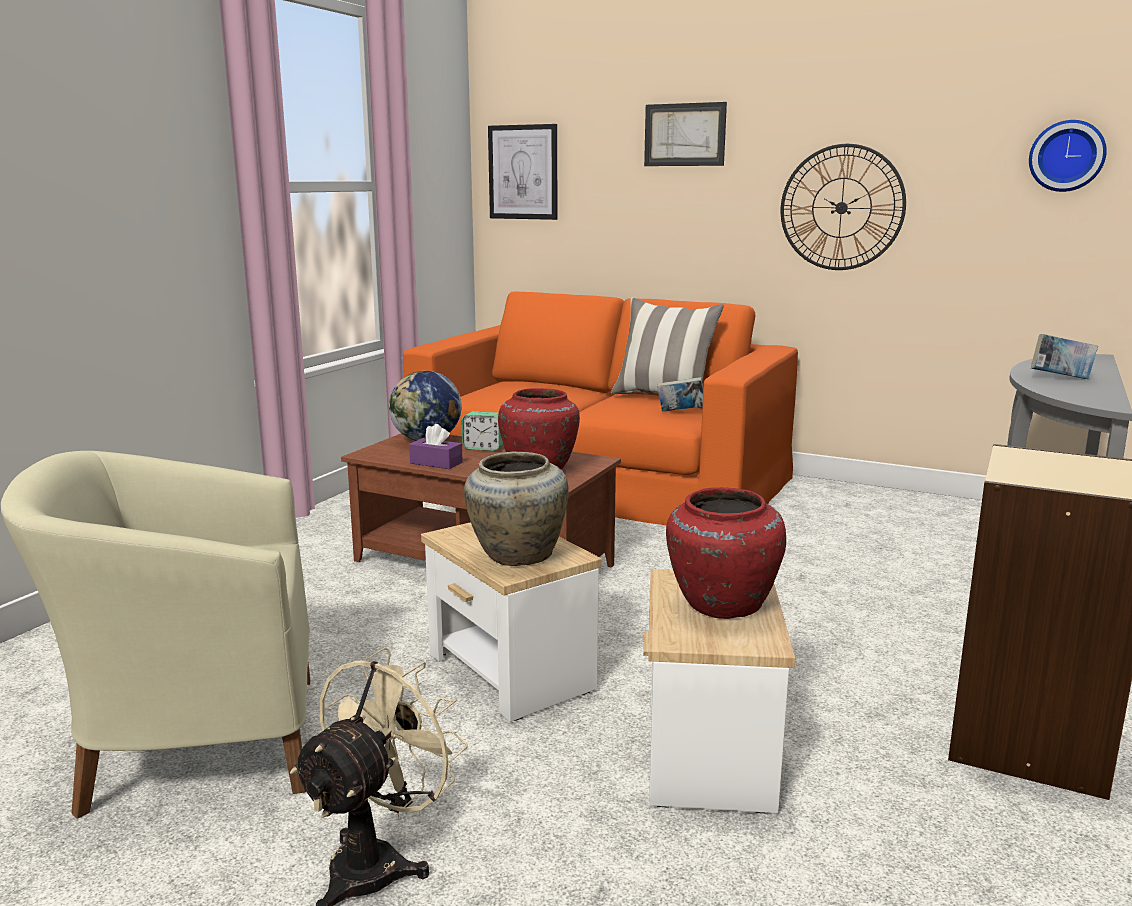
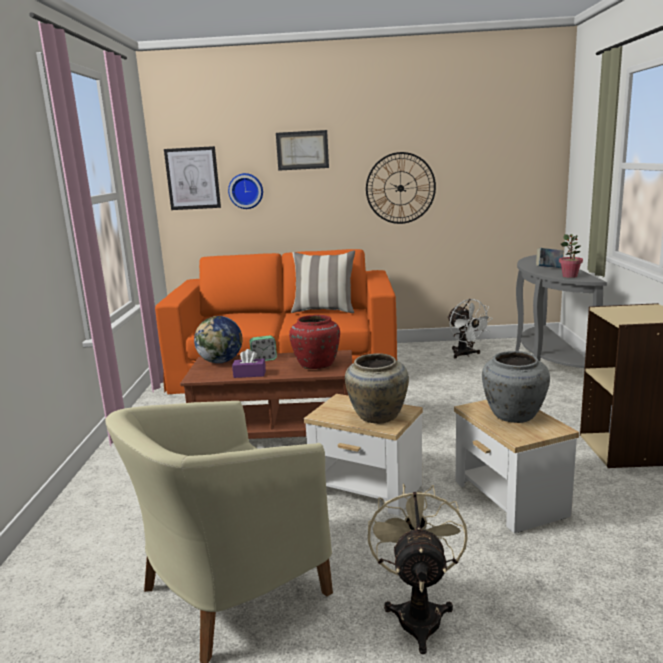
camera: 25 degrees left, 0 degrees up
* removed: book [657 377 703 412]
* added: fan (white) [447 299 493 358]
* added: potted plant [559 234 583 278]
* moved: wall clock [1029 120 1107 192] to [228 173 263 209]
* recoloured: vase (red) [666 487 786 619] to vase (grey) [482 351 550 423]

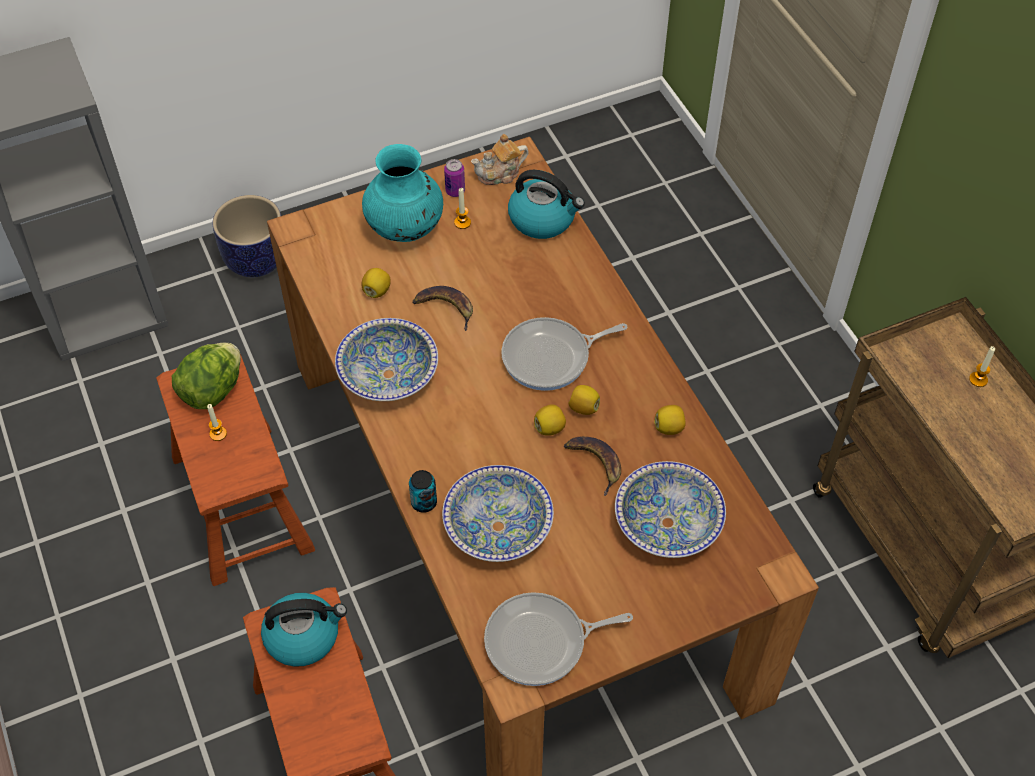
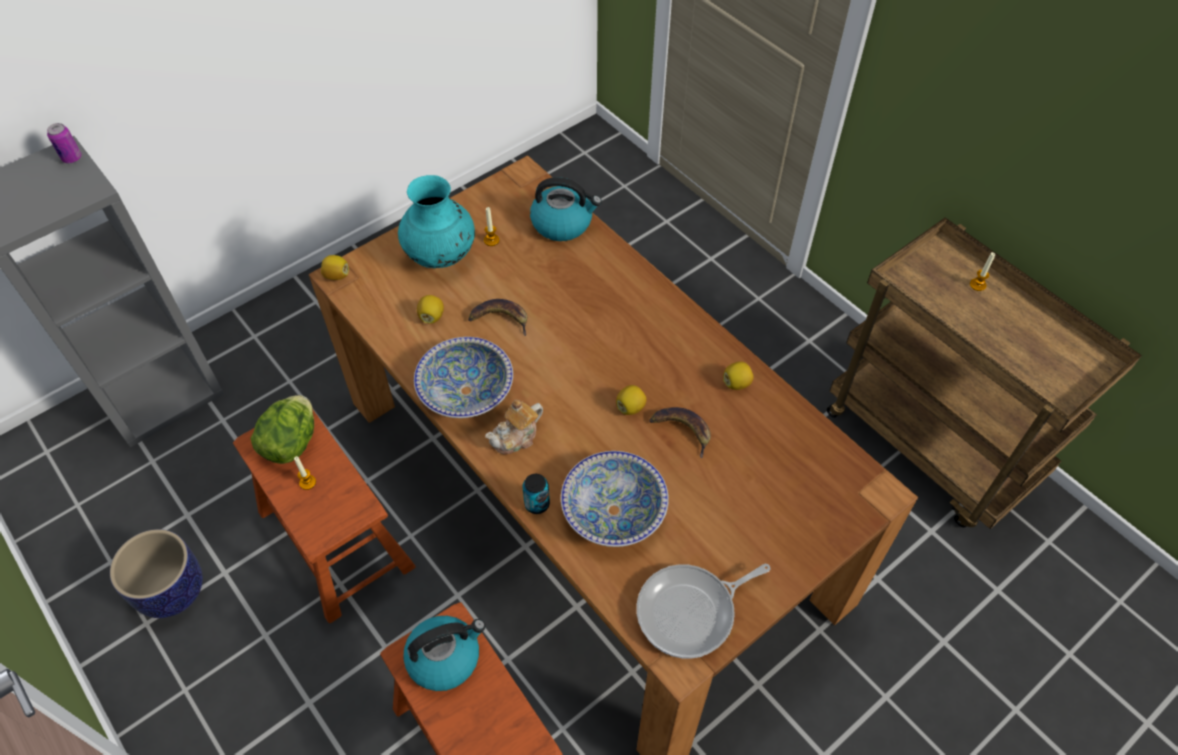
camera: 15 degrees left, 0 degrees up
* removed: frying pan [501 317 627 391]
* removed: bowl [615 461 726 558]
* moved: planter [212 195 281 277] to [110 529 203 618]
* moved: can [444 159 465 197] to [47 123 82 163]
* moved: teapot [471 134 529 185] to [485 400 543 454]
* moved: lemon [569 385 600 415] to [321 255 349 280]

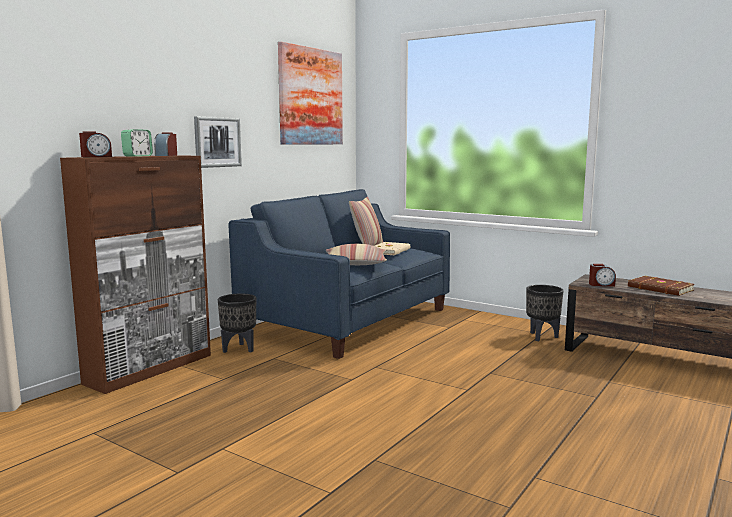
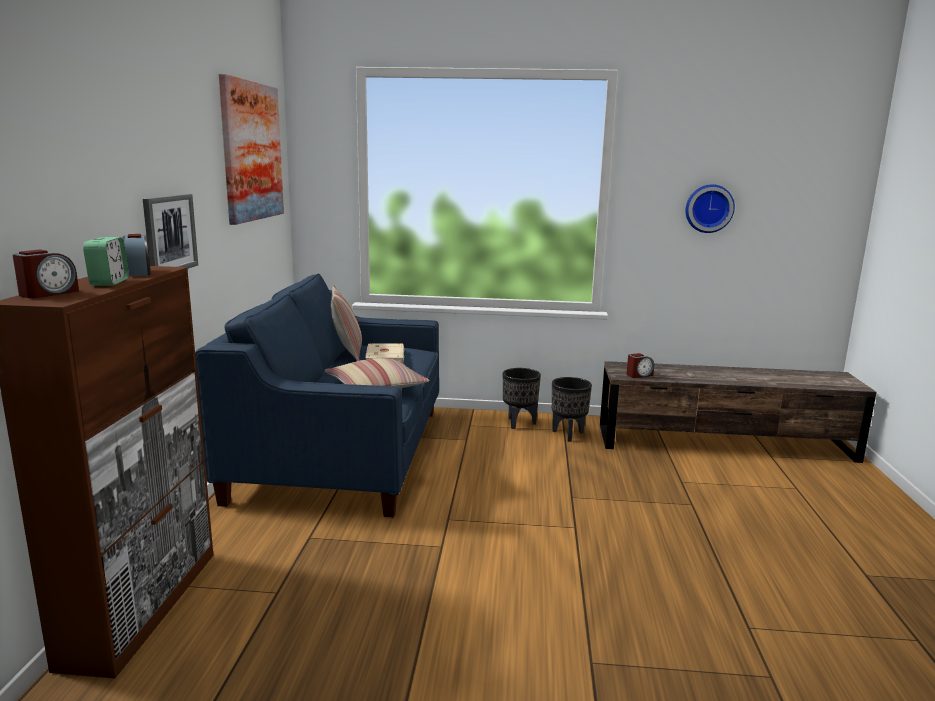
camera: 30 degrees left, 5 degrees up
* removed: book (brown) [628 276 695 296]
* added: wall clock [685 184 735 233]
* moved: planter (black) [218 294 256 353] to [503 368 541 429]

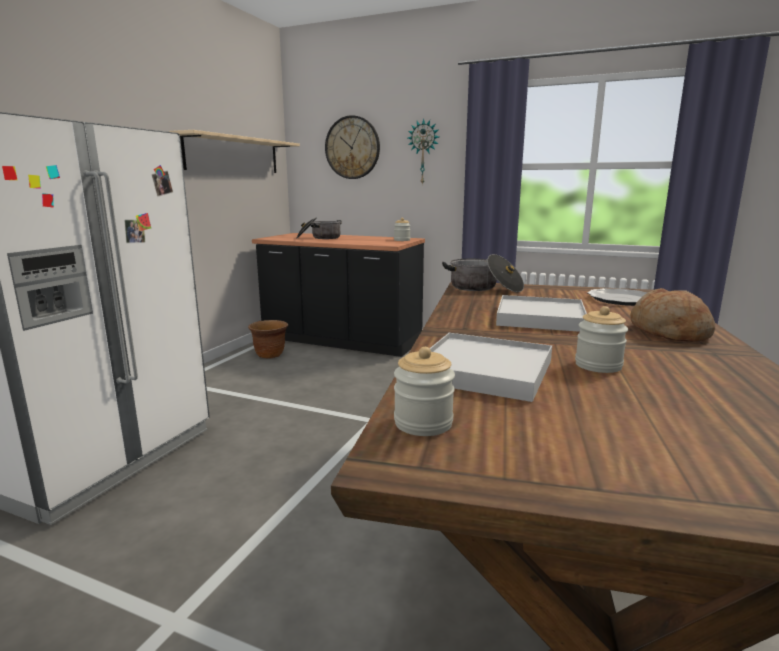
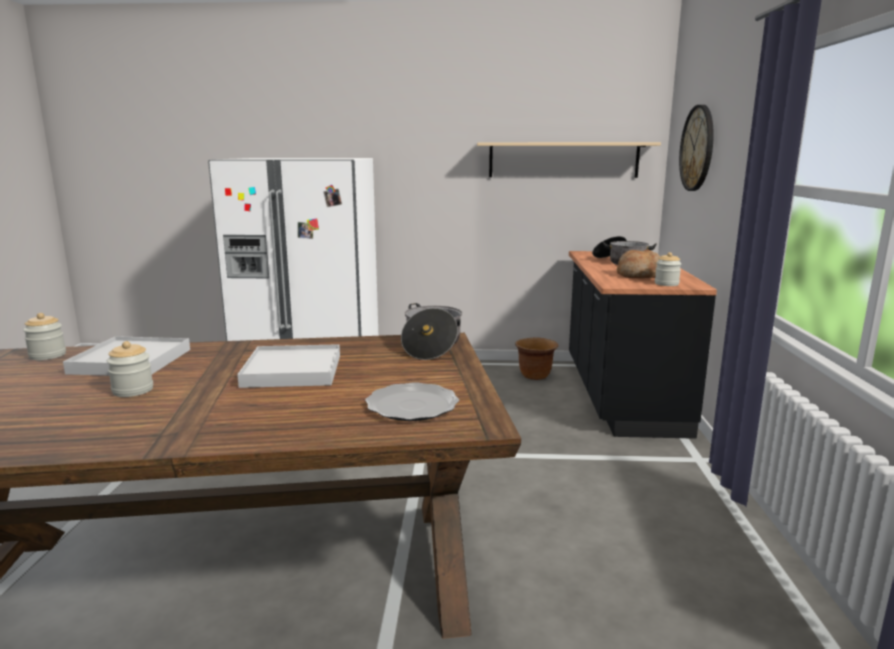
camera: 70 degrees right, 0 degrees up
* removed: wall clock [408 119 439 185]
* moved: bread [630 288 715 342] to [616 250 661 278]

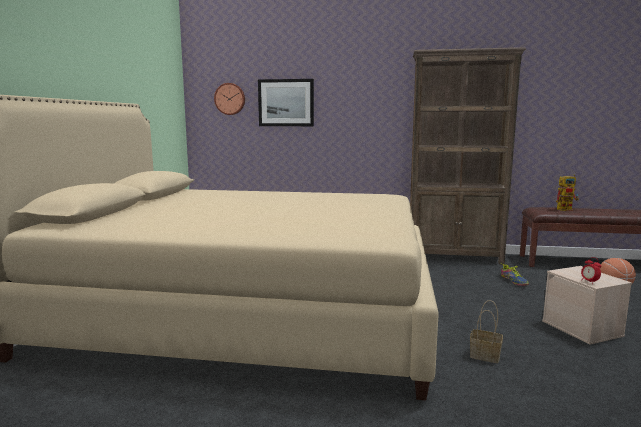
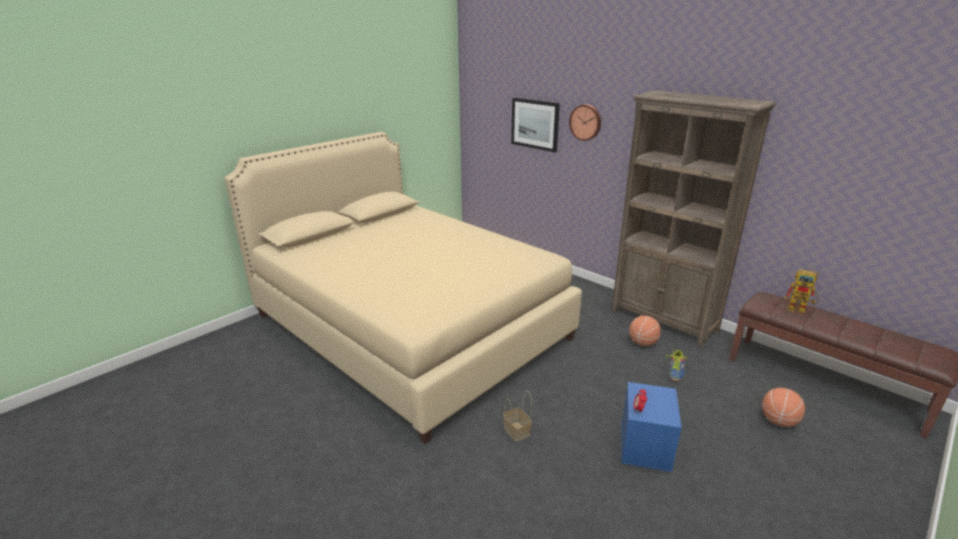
camera: 35 degrees right, 15 degrees up
* added: basketball [629 316 661 346]
* moved: wall clock [214 83 245 115] to [569 104 601 141]
* recoloured: storage box (beige) [542 266 632 345] to storage box (blue) [622 382 682 472]

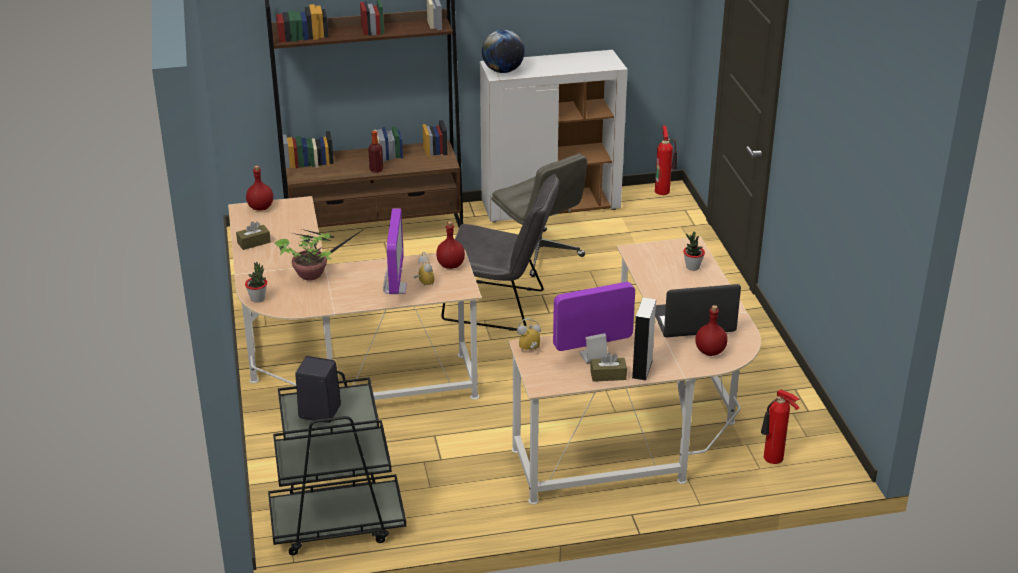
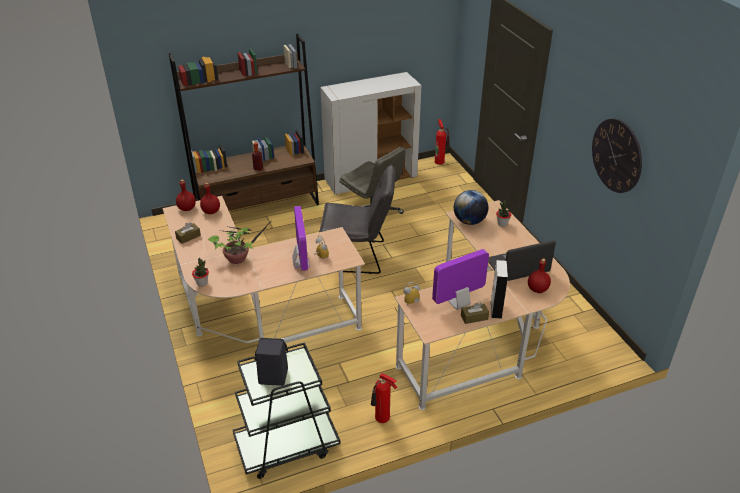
camera: 10 degrees left, 5 degrees up
* added: wall clock [592 118 642 193]
* moved: bottle (red) [436 221 465 269] to [200 183 220 214]
* moved: globe [482 29 525 73] to [454 190 489 225]
* moved: fire extinguisher [761 390 799 464] to [371 373 397 423]

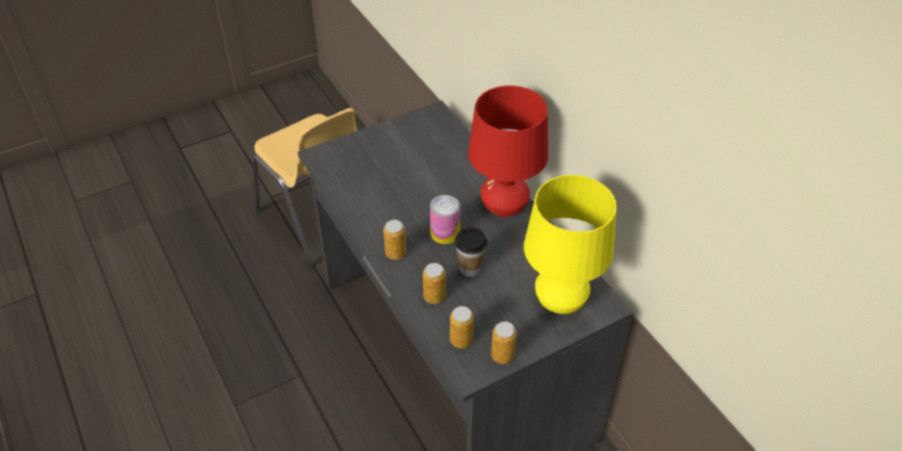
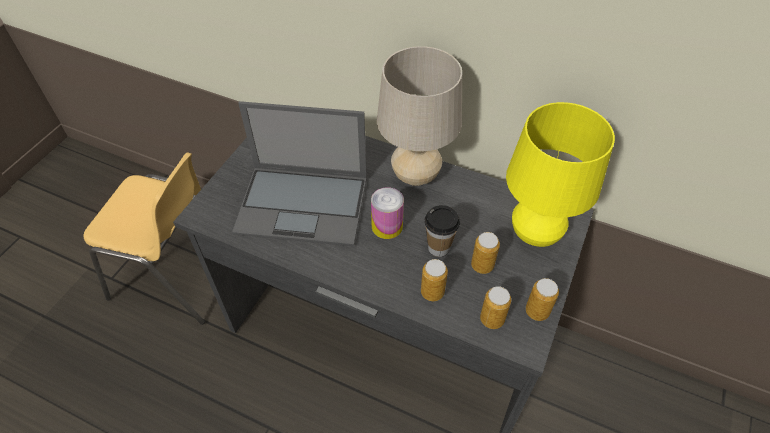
camera: 35 degrees left, 5 degrees up
* added: laptop [232 101 367 246]
* moved: can [383 220 406 260] to [471 232 500 274]
* recoloured: table lamp (red) [468 85 548 217] to table lamp (beige) [377 46 462 186]

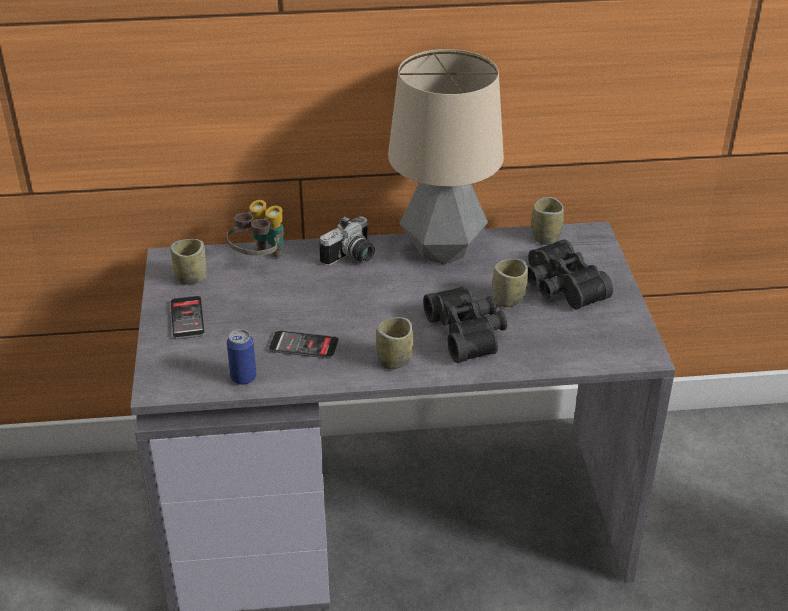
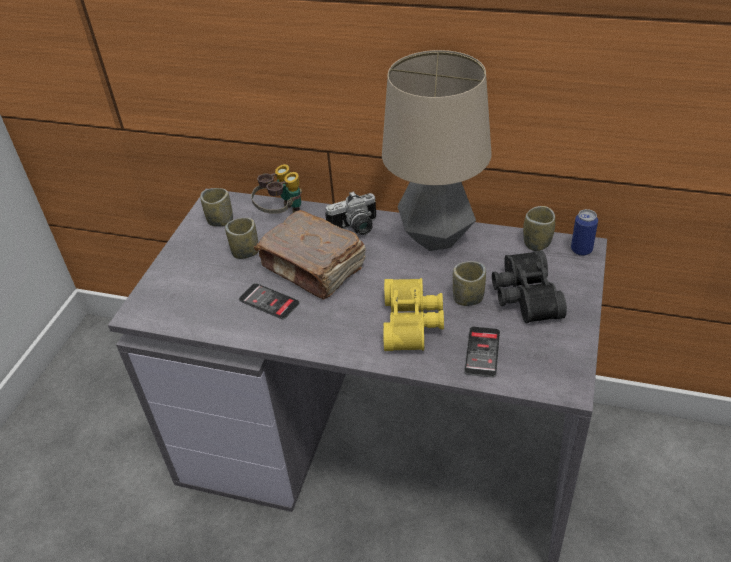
camera: 25 degrees right, 5 degrees up
* added: book (brown) [254 210 366 300]
* moved: phone [170 296 205 339] to [464 327 500 378]
* moved: can [227 329 257 385] to [571 209 598 256]
* moved: cup [376 317 413 369] to [225 218 259 259]
* recoloured: binoculars (black) [423 286 507 363] to binoculars (yellow) [383 278 444 351]

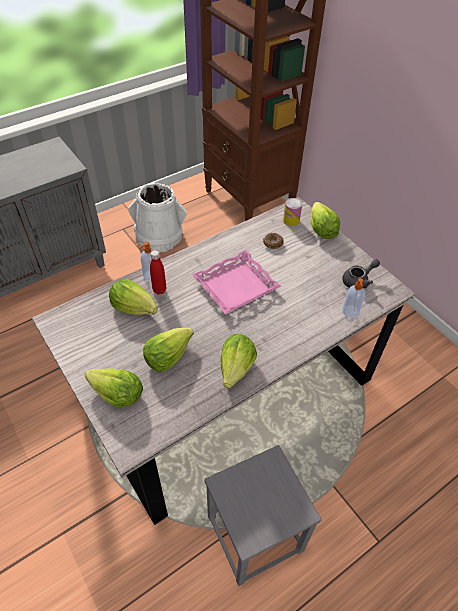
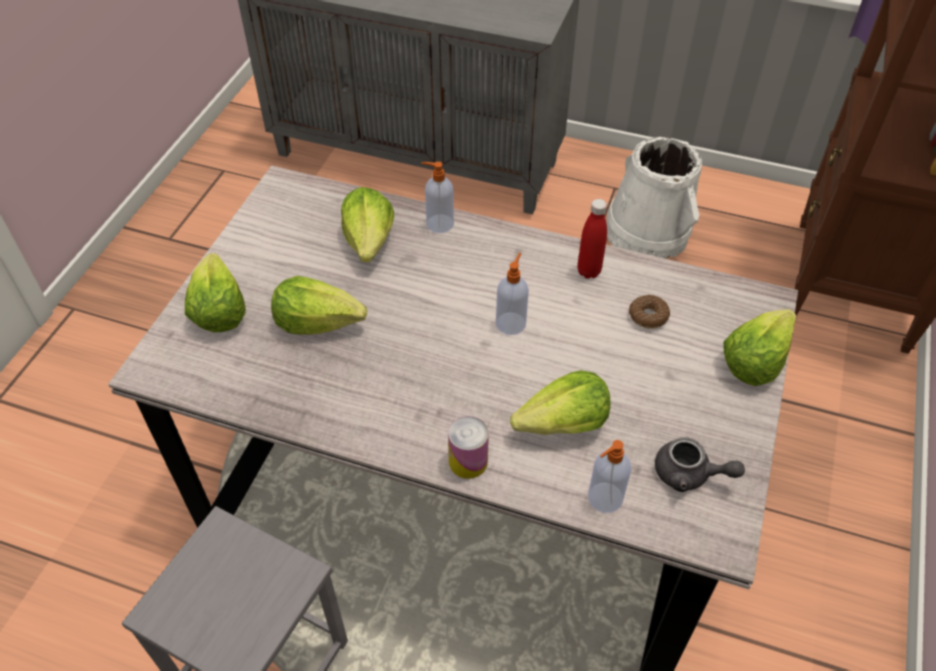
camera: 55 degrees right, 0 degrees up
* moved: bottle (red) [150 250 166 295] to [577 199 607 279]
* moved: lettuce [221 334 257 388] to [510 370 610 435]
* moved: can [283 198 302 226] to [448 416 489 479]
* replaced: tray (pink) [192 250 281 315] to soap dispenser [496 253 529 335]

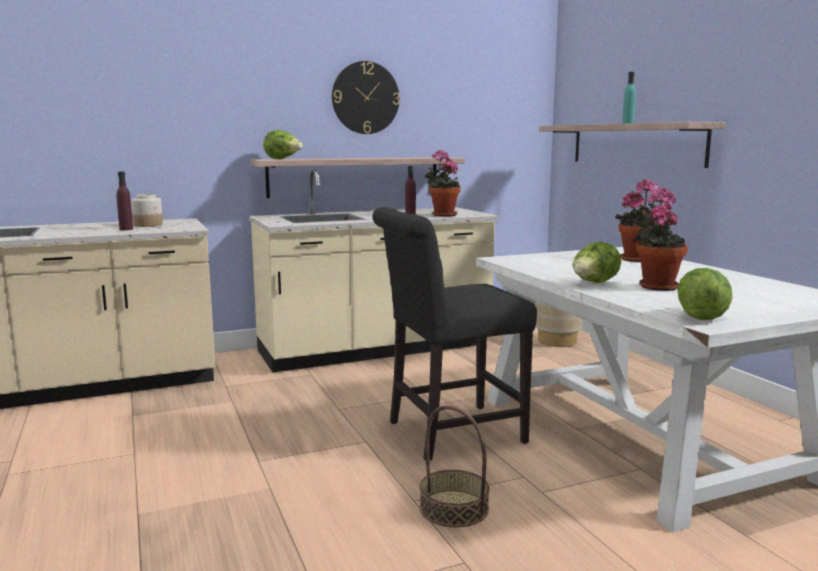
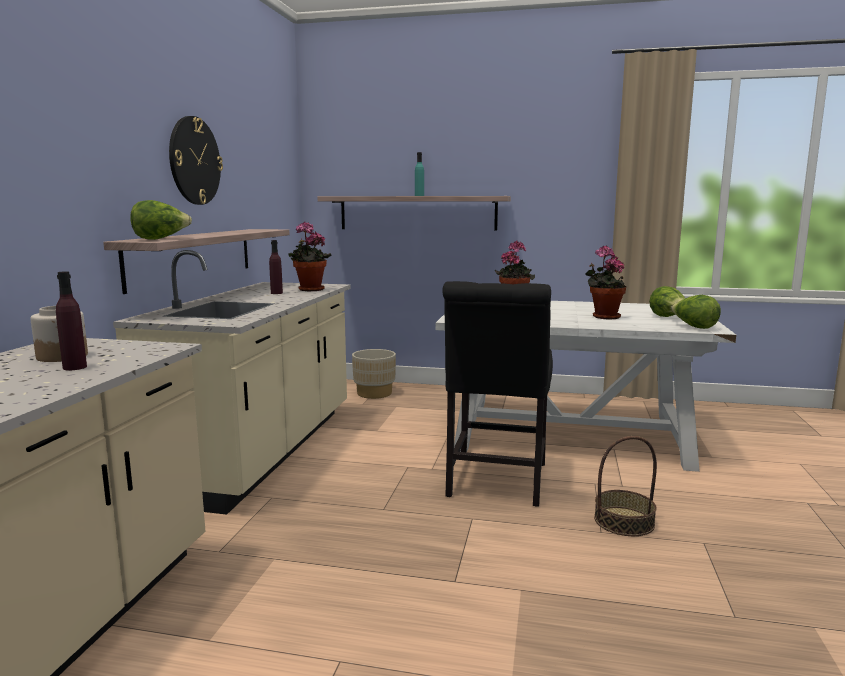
camera: 55 degrees left, 0 degrees up
* moved: lettuce [573 242 621 283] to [649 286 685 317]

